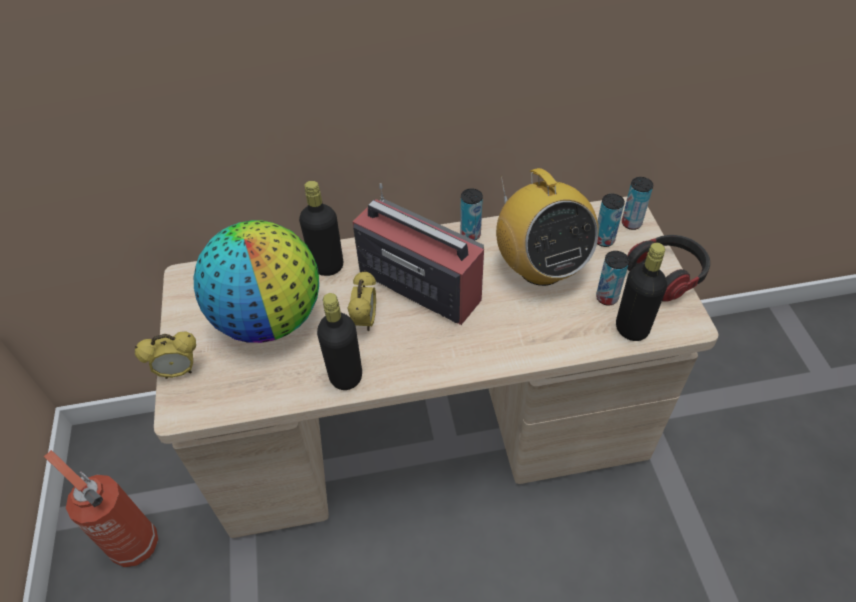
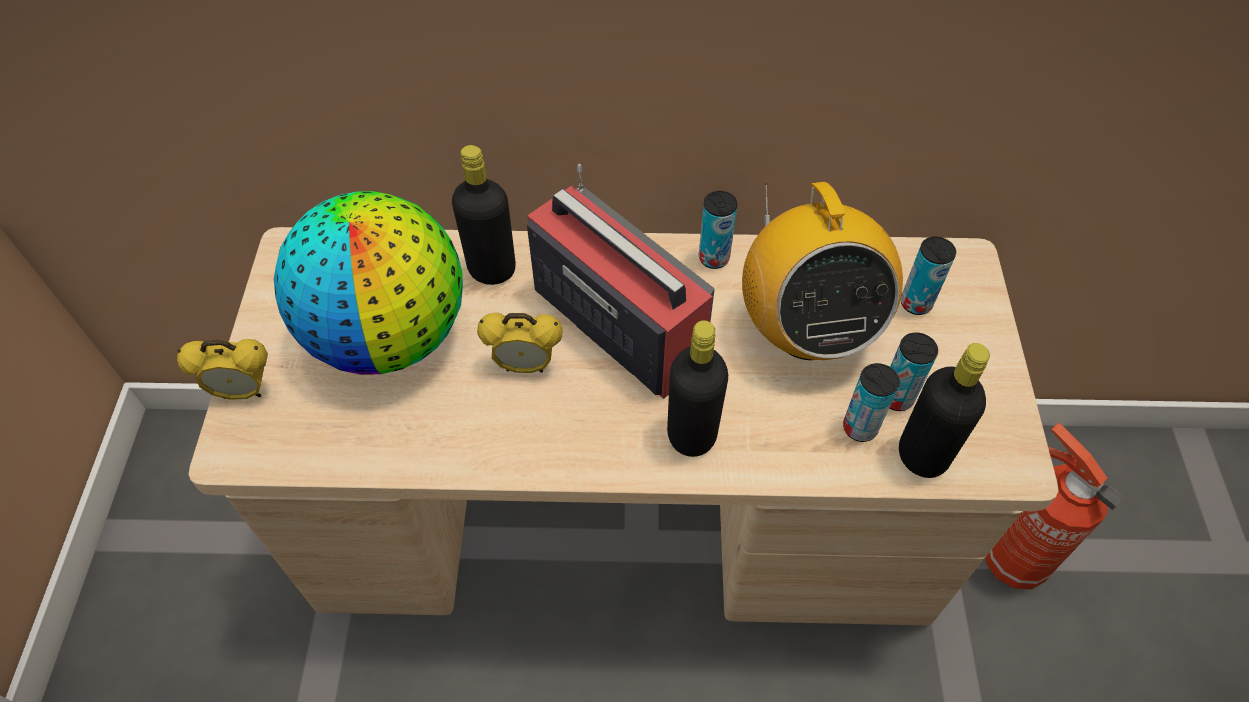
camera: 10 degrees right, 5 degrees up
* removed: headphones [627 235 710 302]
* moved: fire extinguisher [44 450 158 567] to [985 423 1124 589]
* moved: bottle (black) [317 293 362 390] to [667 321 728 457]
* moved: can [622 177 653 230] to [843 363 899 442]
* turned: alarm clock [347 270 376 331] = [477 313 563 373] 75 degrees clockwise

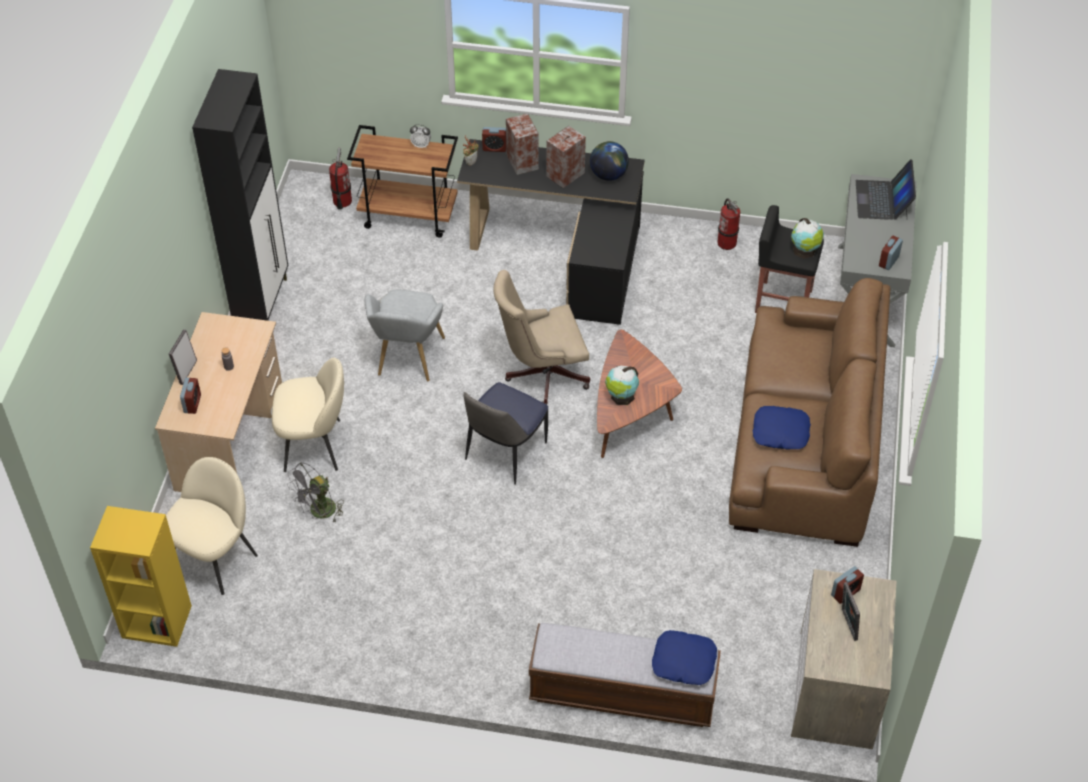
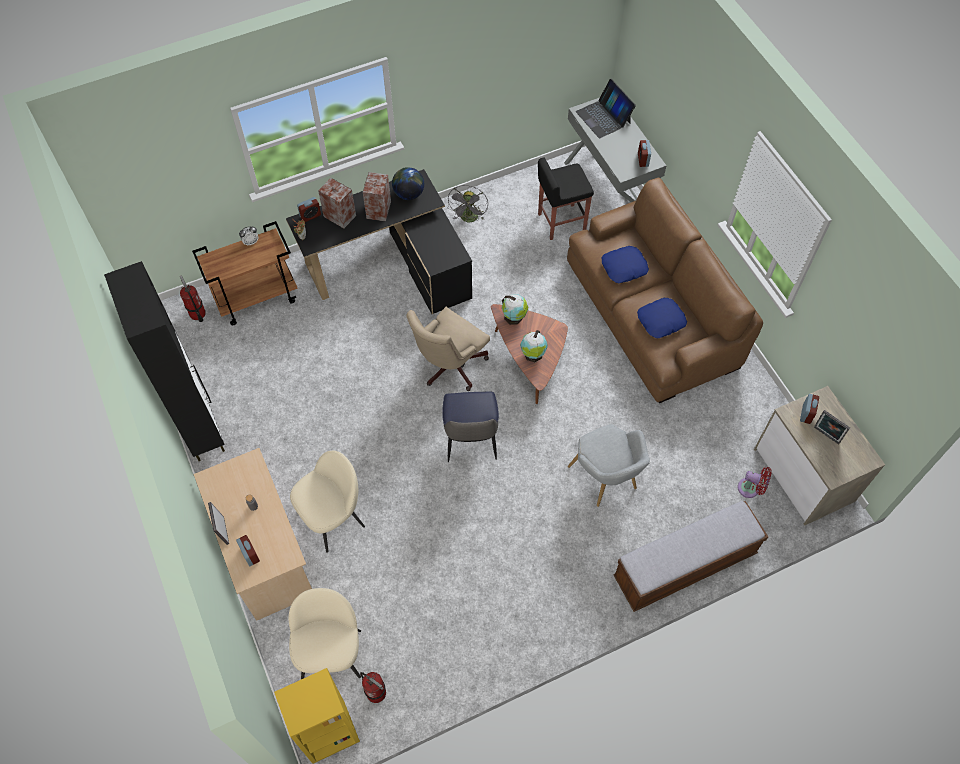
camera: 35 degrees left, 10 degrees up
* added: fan (red) [738 467 772 498]
* moved: fan (grey) [287 462 344 523] to [448 185 488 222]
* moved: armchair (grey) [364 290 445 381] to [568 424 650 507]
* moved: pillow (blue) [652 630 717 685] to [602 246 649 283]
* moved: fire extinguisher [717 199 740 250] to [360 672 386 703]
* moved: globe [791 218 824 259] to [502 294 528 325]

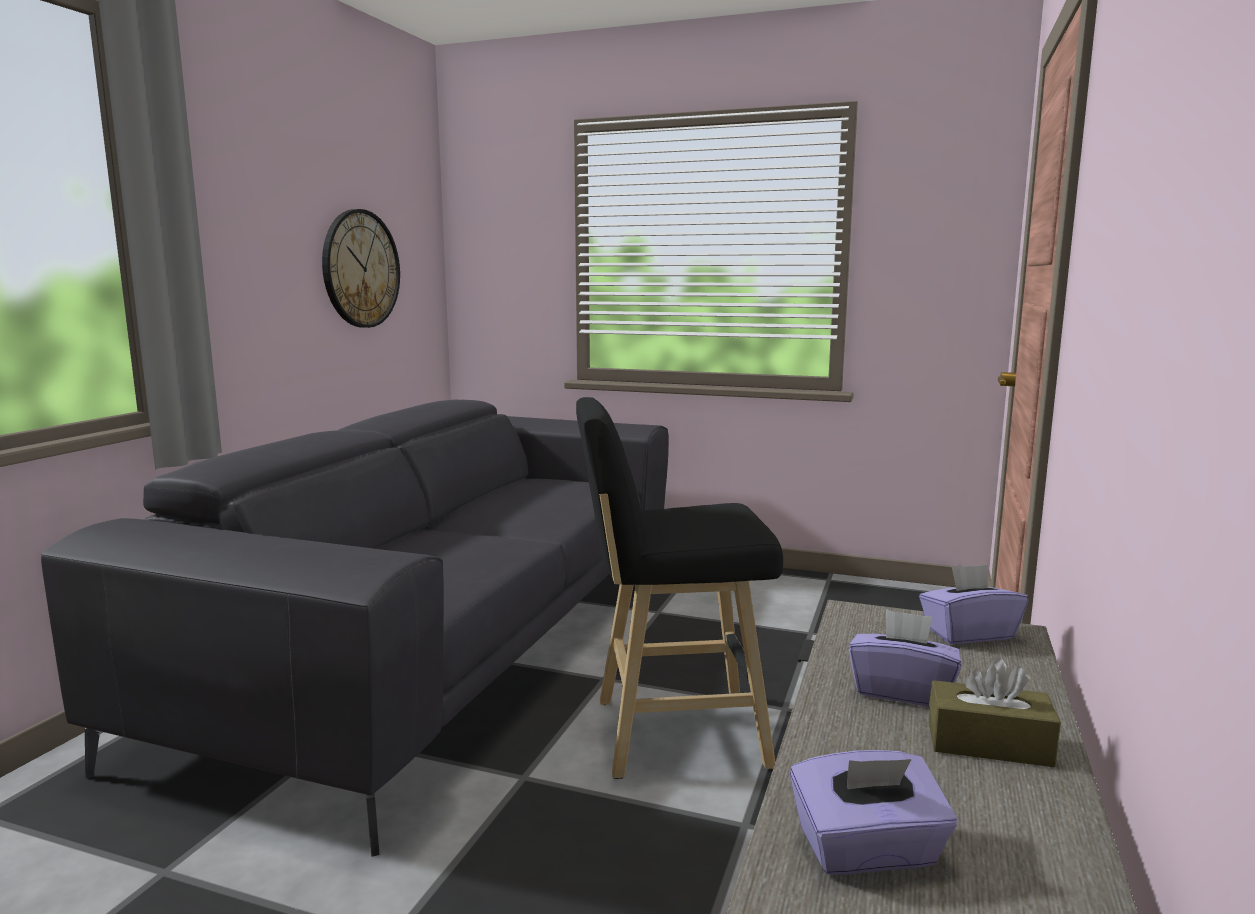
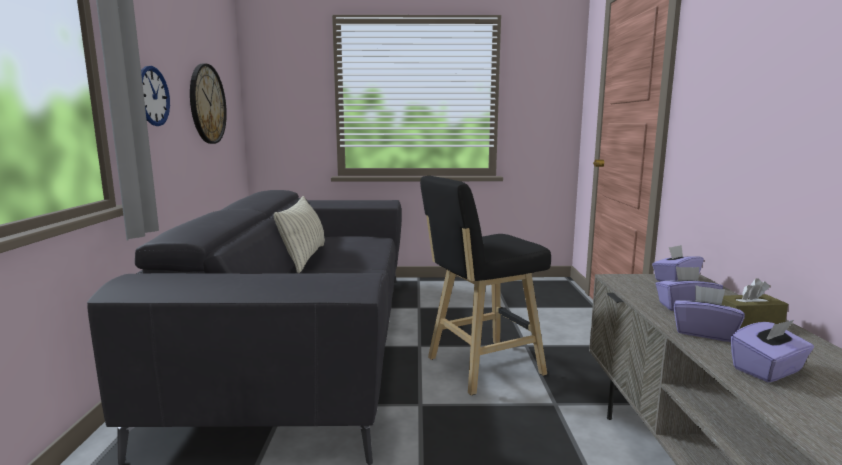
camera: 20 degrees left, 0 degrees up
* added: wall clock [141 66 170 126]
* added: pillow [273 196 325 273]
* added: tissue box (purple) [673 285 745 342]

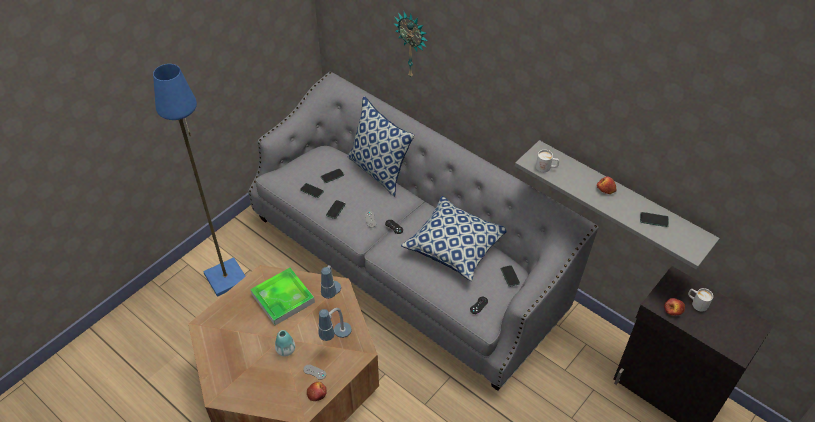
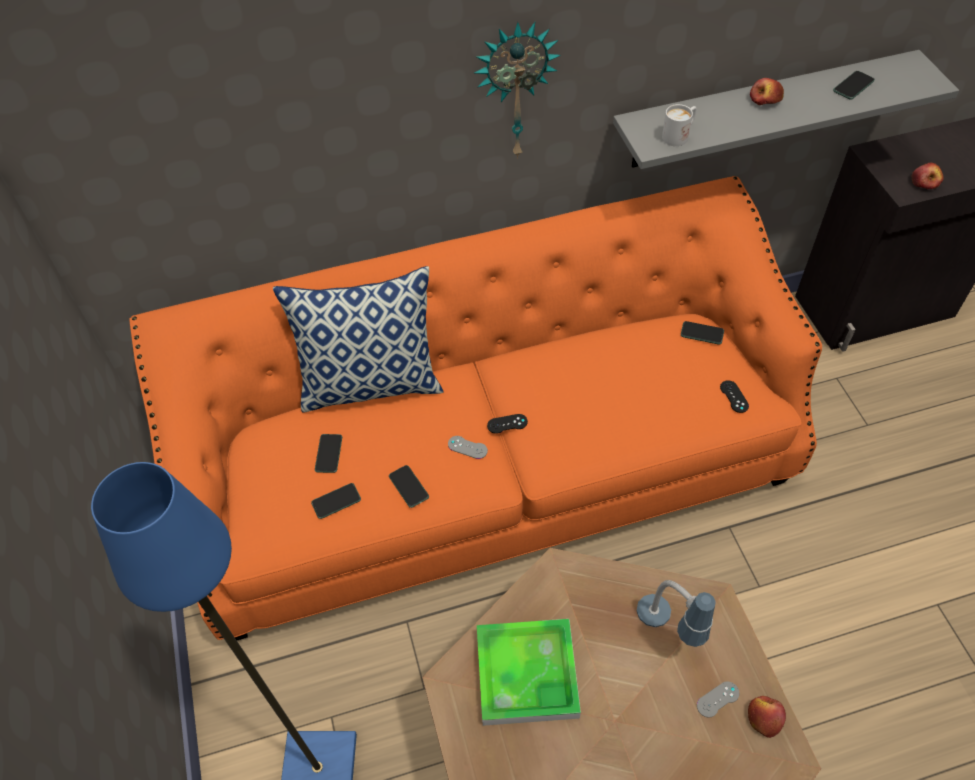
camera: 55 degrees left, 5 degrees up
* removed: vase [275 330 295 356]
* removed: table lamp [321 265 341 299]
* removed: pillow [401 196 507 281]
* removed: mug (white) [688 288 713 312]
* moved: wall clock [394 11 427 79] to [474 22 561 159]
* recoloured: sofa (grey) [248 72 599 391] to sofa (orange) [129 176 822 640]

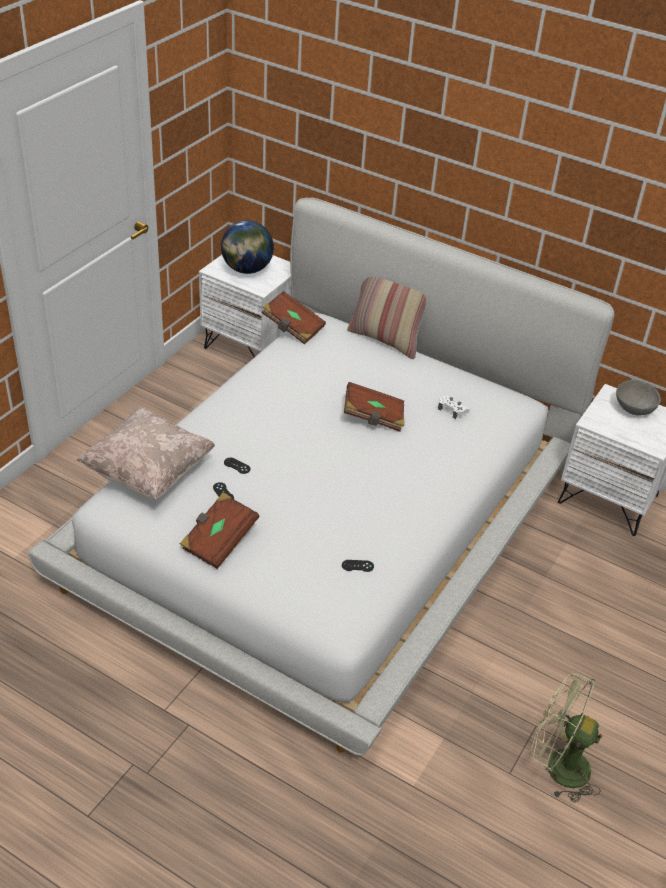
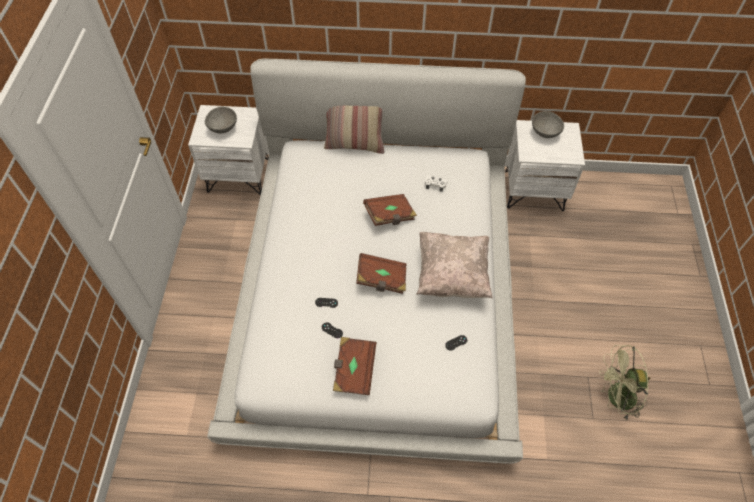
camera: 25 degrees left, 15 degrees up
* moved: pillow (beige) [77 407 215 500] to [416 232 493 298]
* moved: book (brown) [261 291 326 345] to [356 253 407 294]
* replaced: globe [221 220 274 274] to bowl (grey) [205 107 237 134]

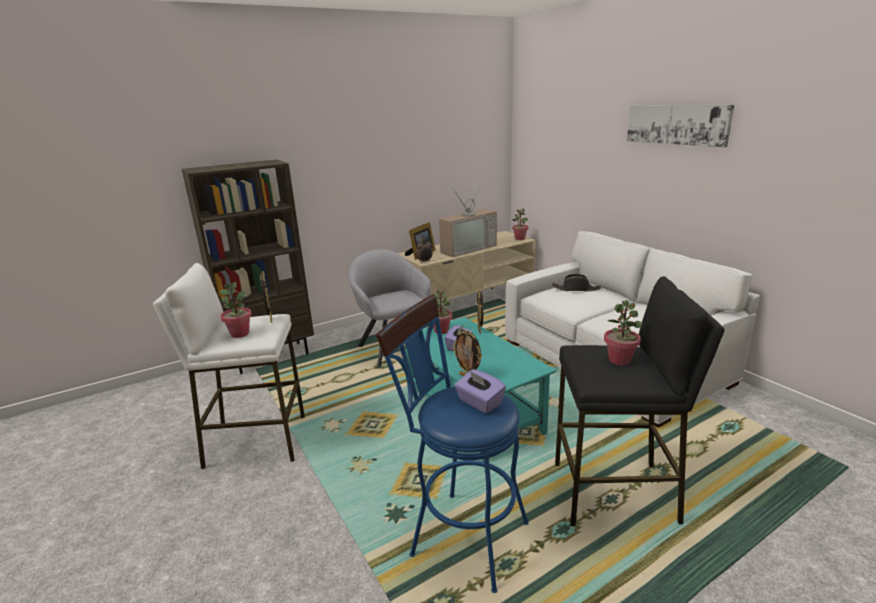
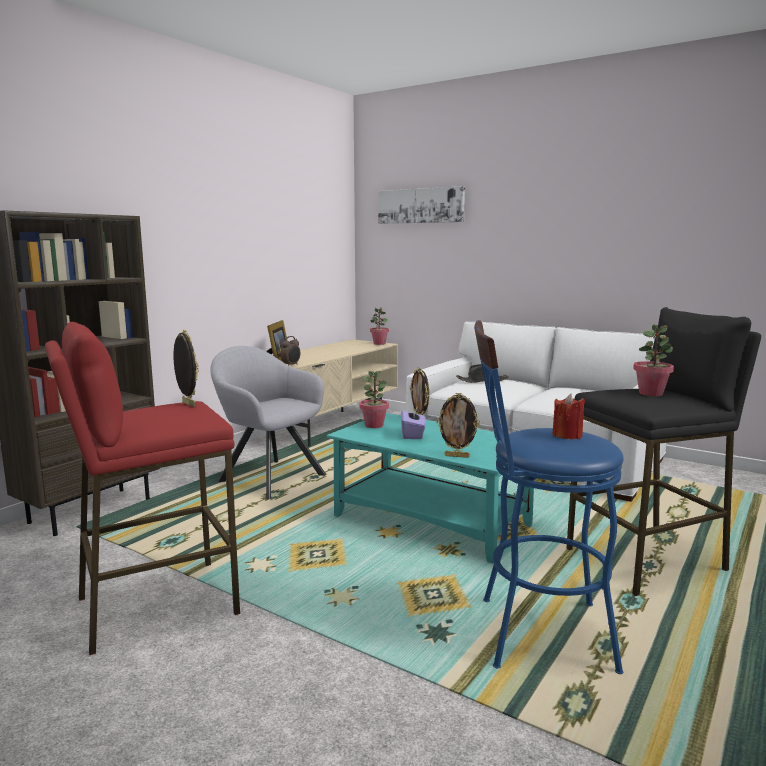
camera: 25 degrees left, 10 degrees down
* removed: potted plant [220 282 252 338]
* removed: television [439 183 497 257]
* moved: picture [627 105 734 147] to [378 186 465 224]
* replaced: tissue box (purple) [454 369 506 414] to candle (red) [552 394 585 439]
* recoloured: stool (white) [153 263 305 469] to stool (red) [45 322 240 655]

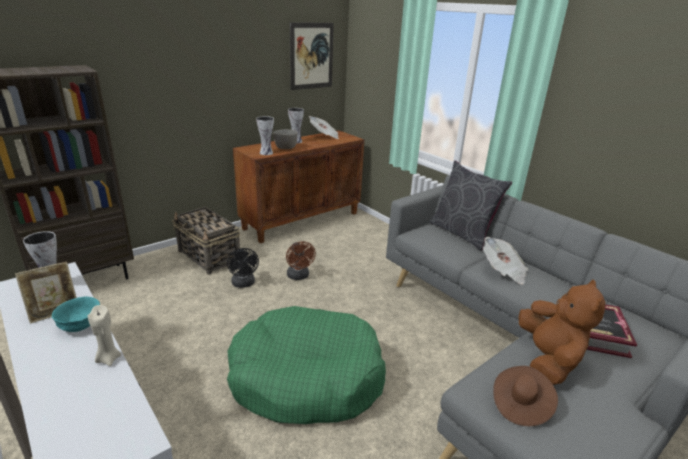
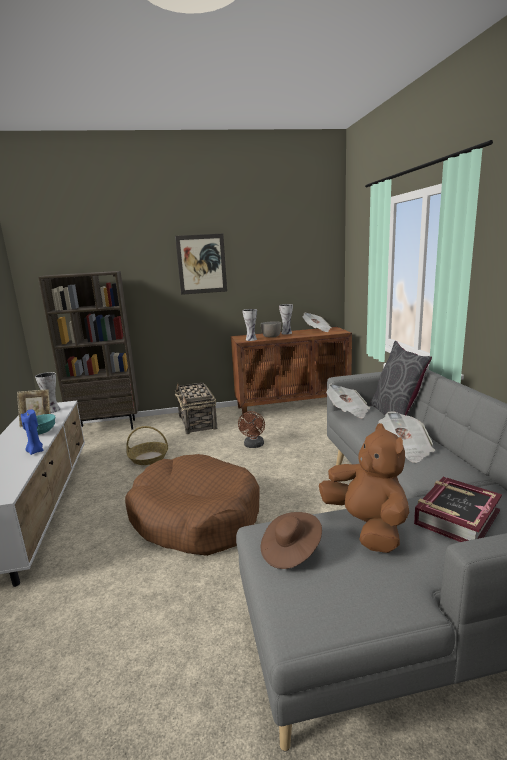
camera: 30 degrees right, 10 degrees down
* removed: fan (black) [227 248 259 288]
* added: basket [126 426 168 465]
* added: newspaper [326 384 370 418]
* moved: picture [290 22 334 90] to [175 234 227 295]
* recoloured: candle (beige) [88 305 121 366] to candle (blue) [21 410 44 455]
* recoloured: dog bed (green) [227 306 386 424] to dog bed (brown) [125 454 260 556]
* turned: plush toy (brown) [519 280 605 385] = [319 423 409 553] 60 degrees counterclockwise

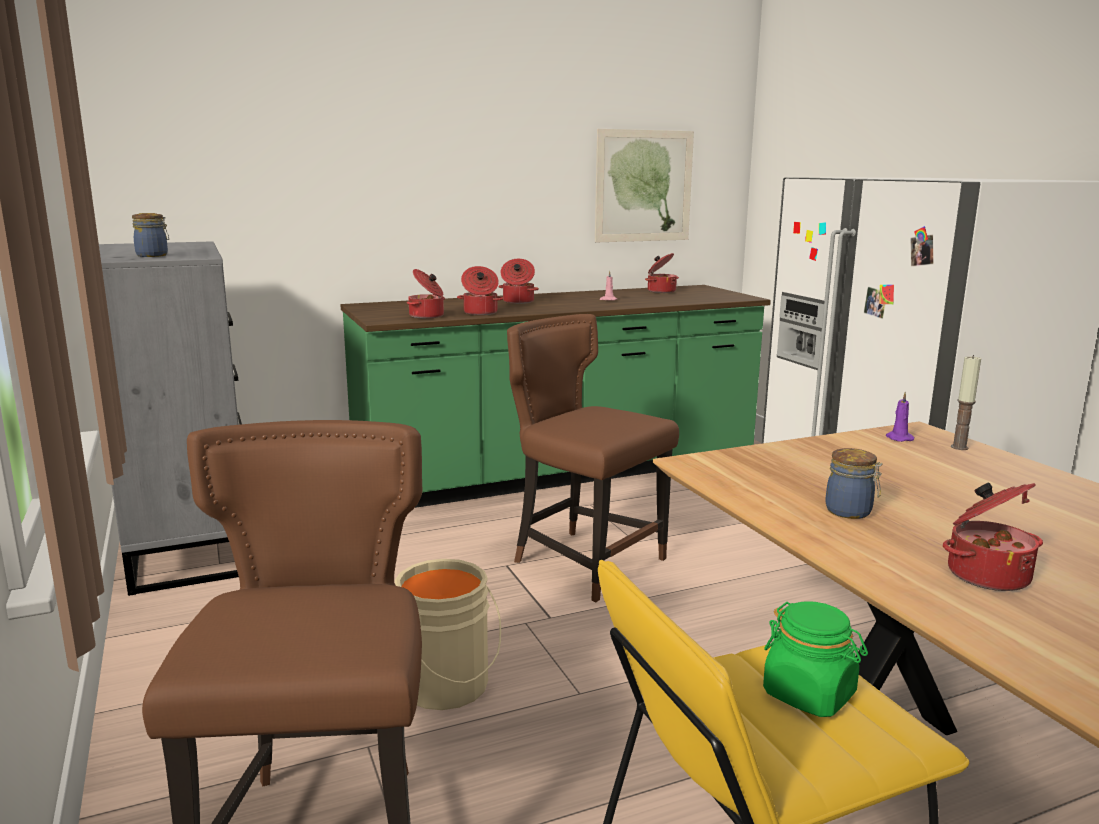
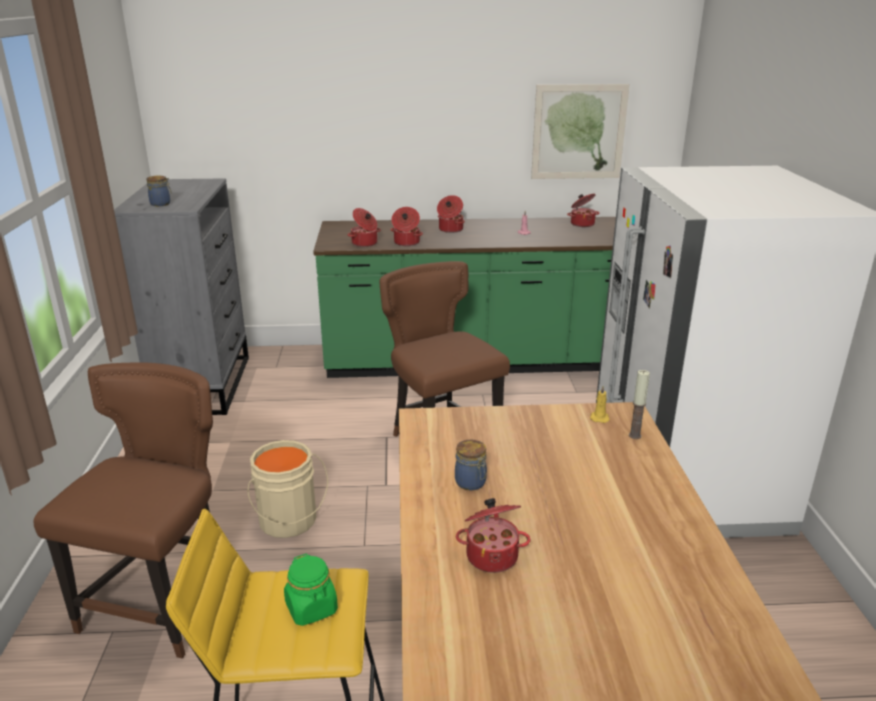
camera: 20 degrees right, 10 degrees up
* recoloured: candle (purple) [886 392 914 442] to candle (yellow) [590 386 610 423]

